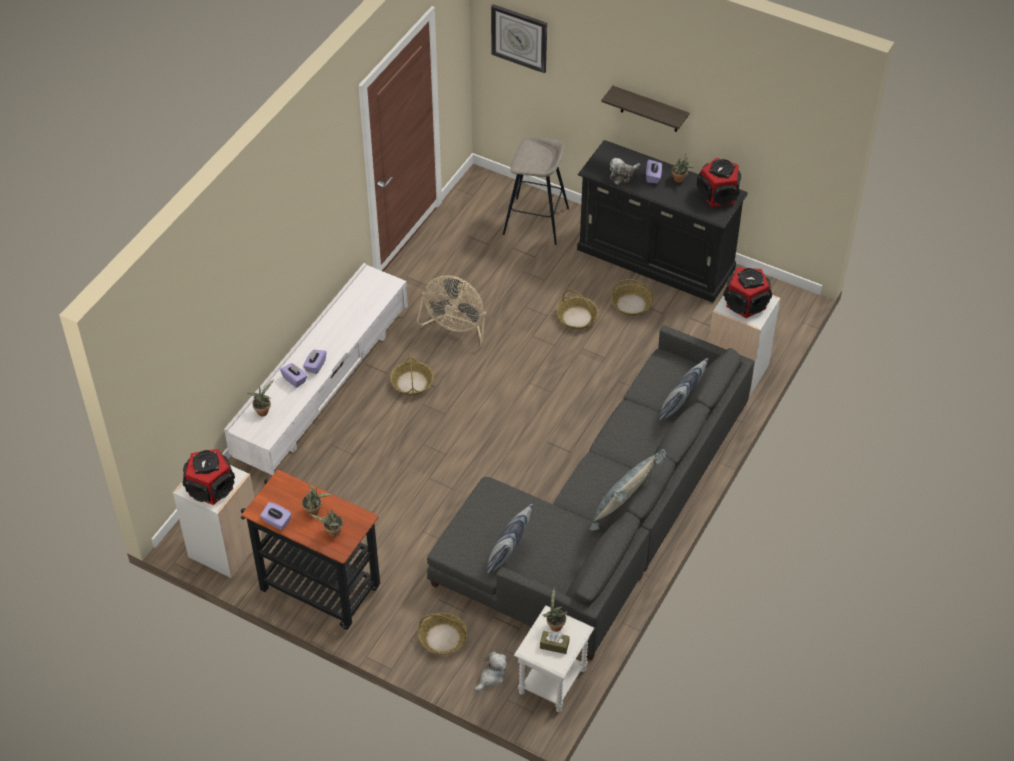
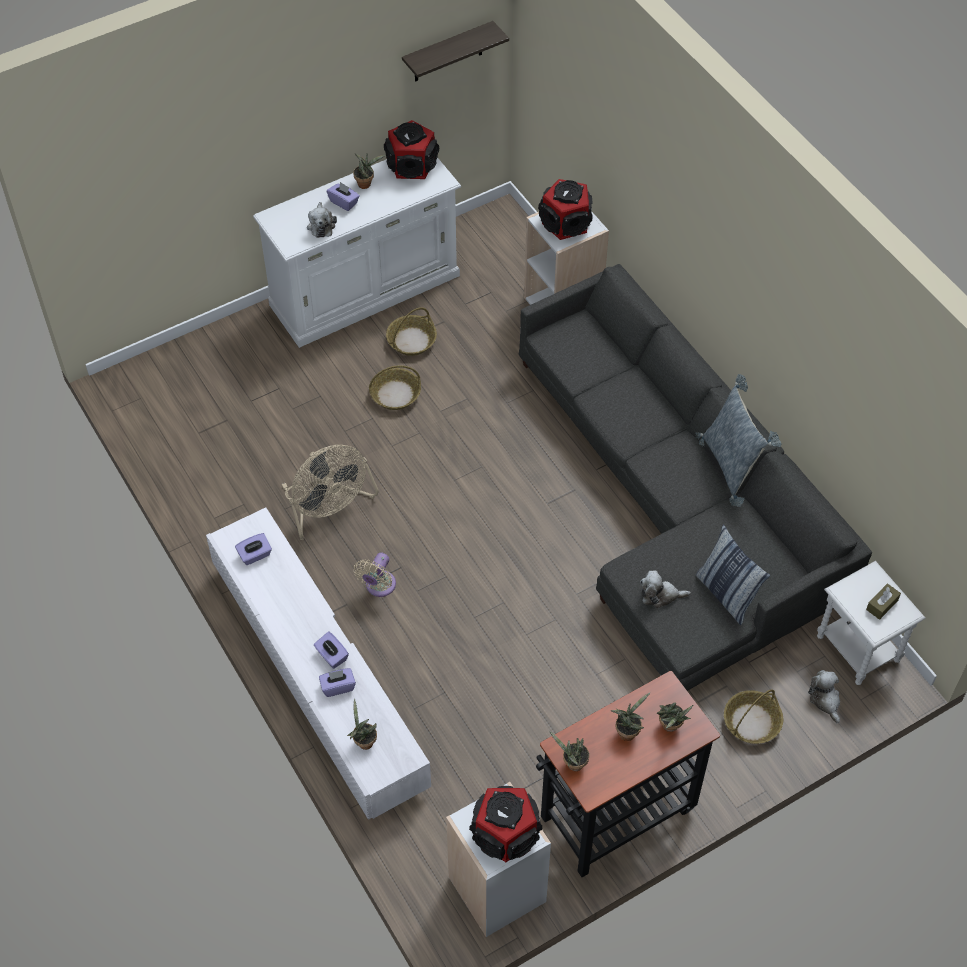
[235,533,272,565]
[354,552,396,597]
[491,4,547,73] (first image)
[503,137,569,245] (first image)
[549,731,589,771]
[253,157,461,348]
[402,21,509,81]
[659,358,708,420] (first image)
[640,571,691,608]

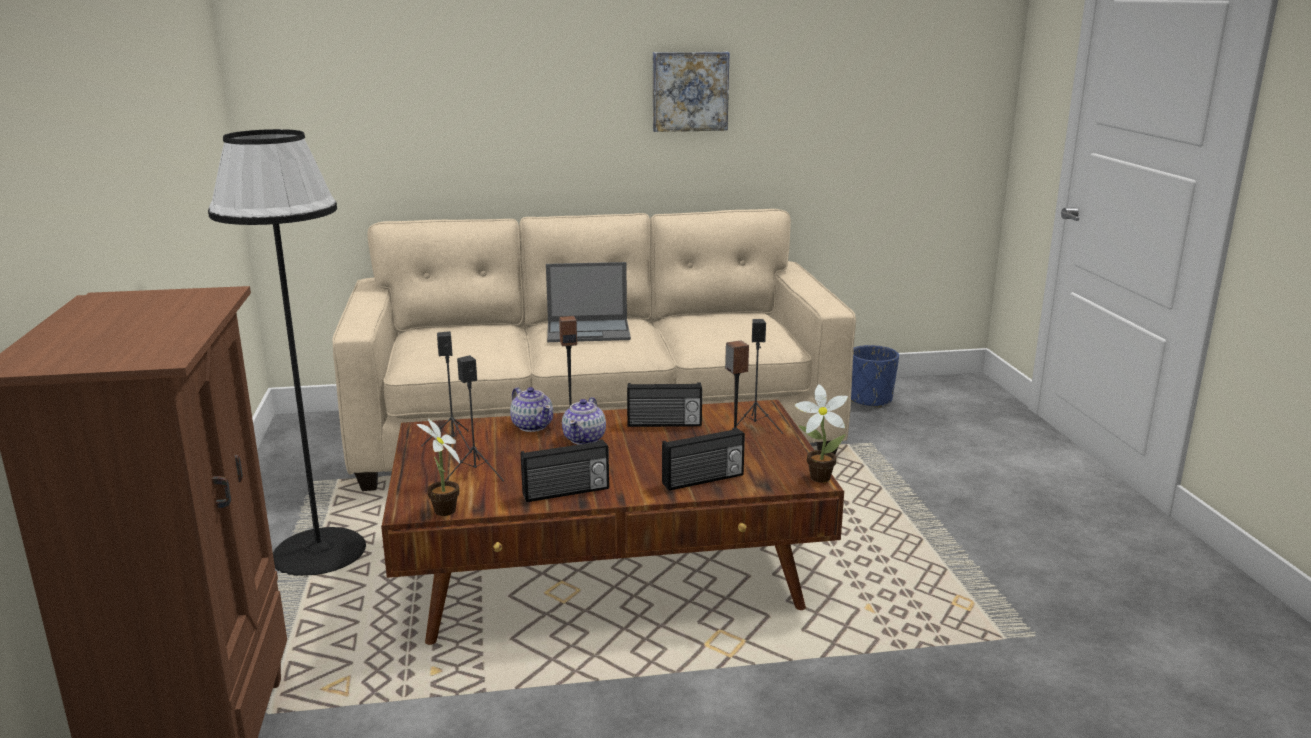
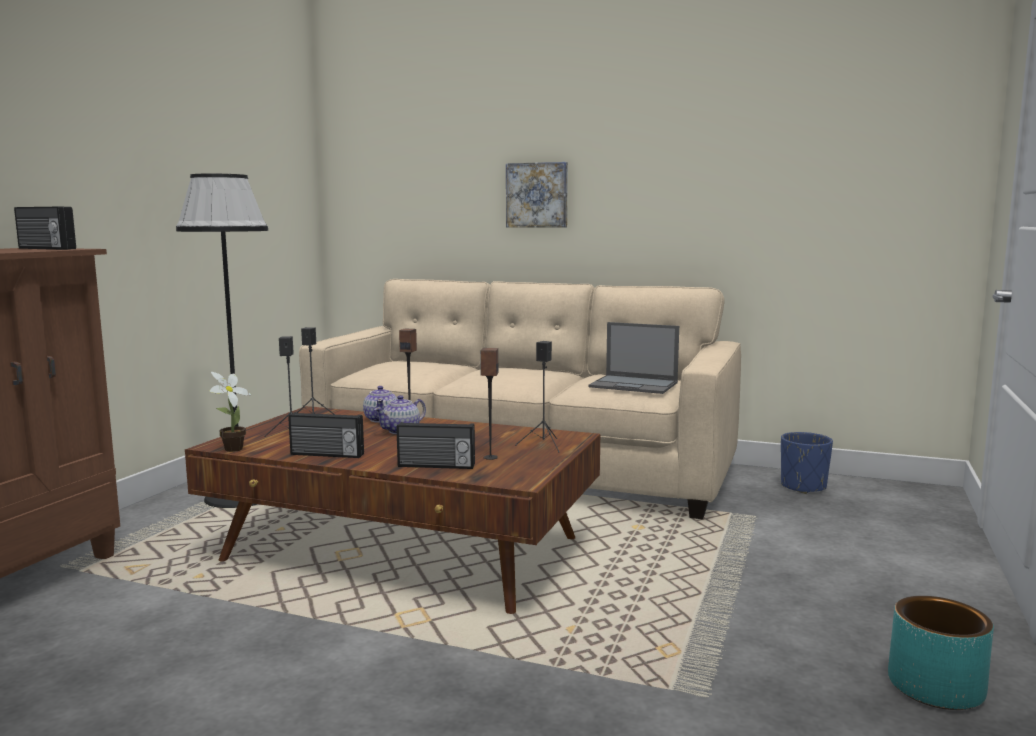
[589,322,679,394]
[14,207,76,250]
[506,162,568,227]
[795,384,848,483] (first image)
[888,596,994,710]

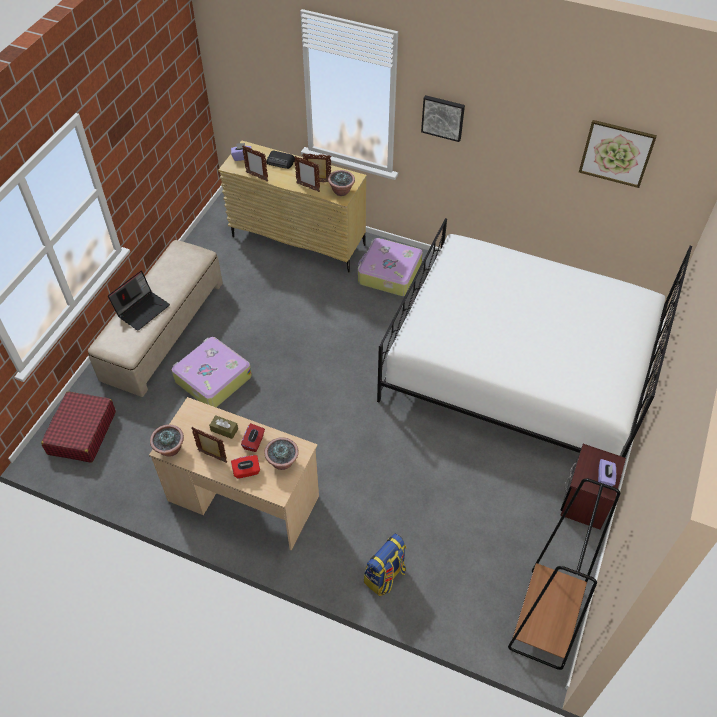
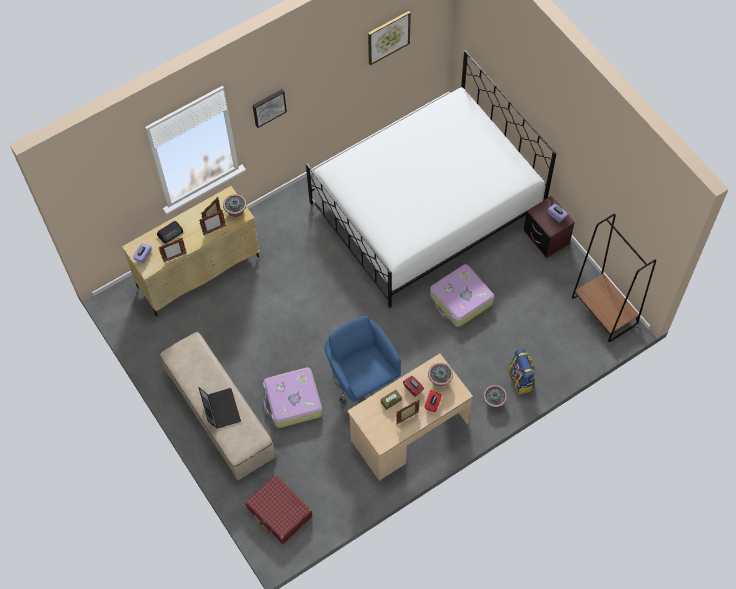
[483,385,507,407]
[430,264,494,327]
[325,316,401,403]

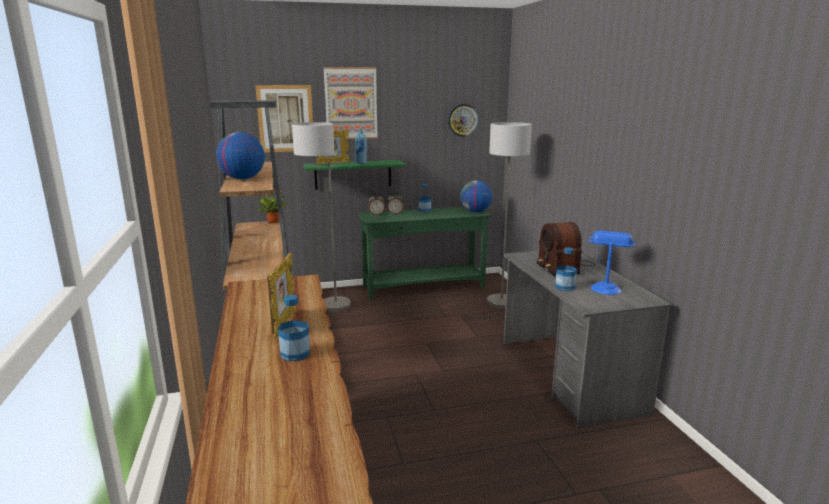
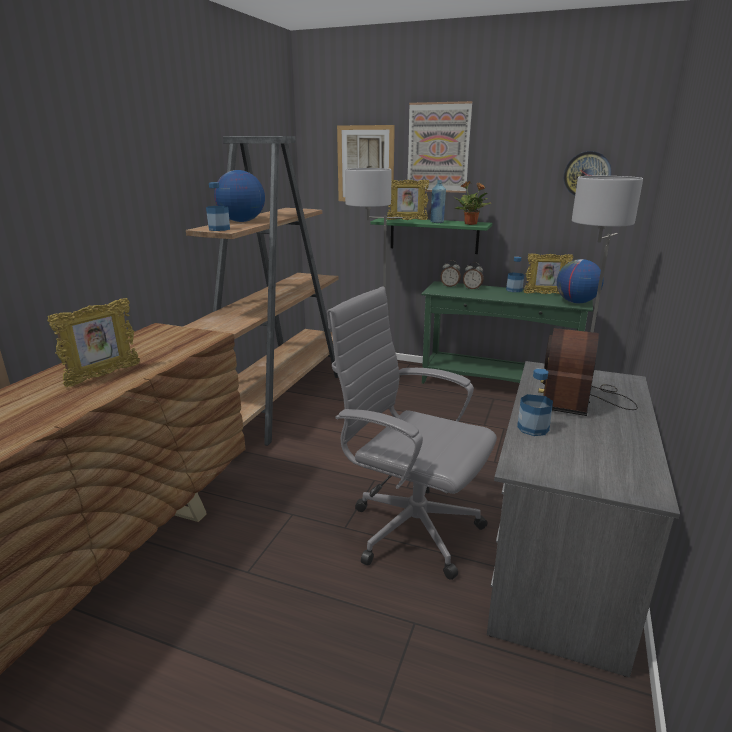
[454,181,491,225]
[206,182,230,231]
[589,231,636,295] (first image)
[327,286,497,580]
[524,253,573,294]

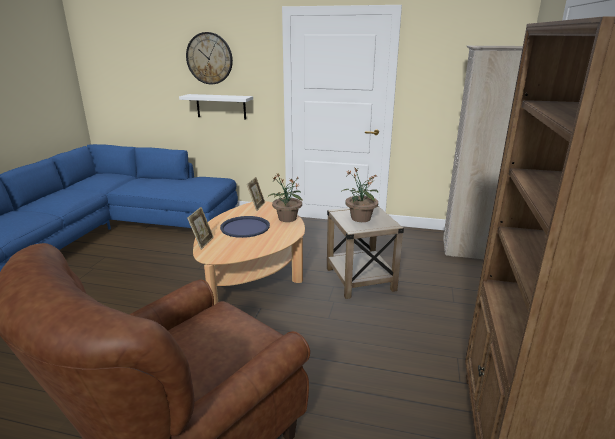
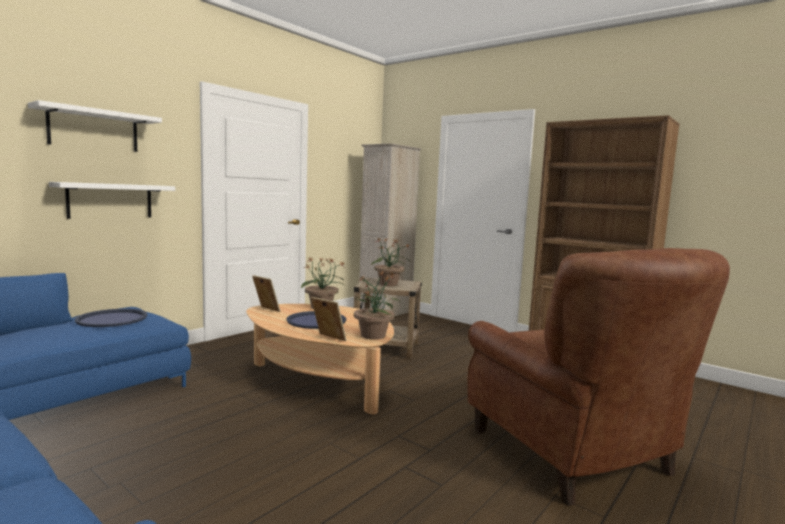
[28,100,162,152]
[75,309,147,327]
[354,271,401,340]

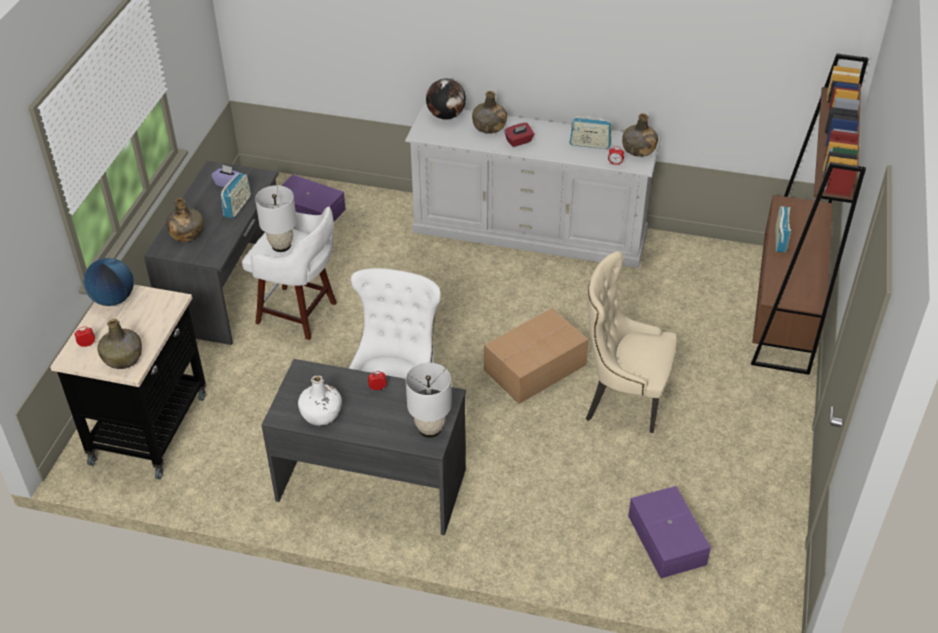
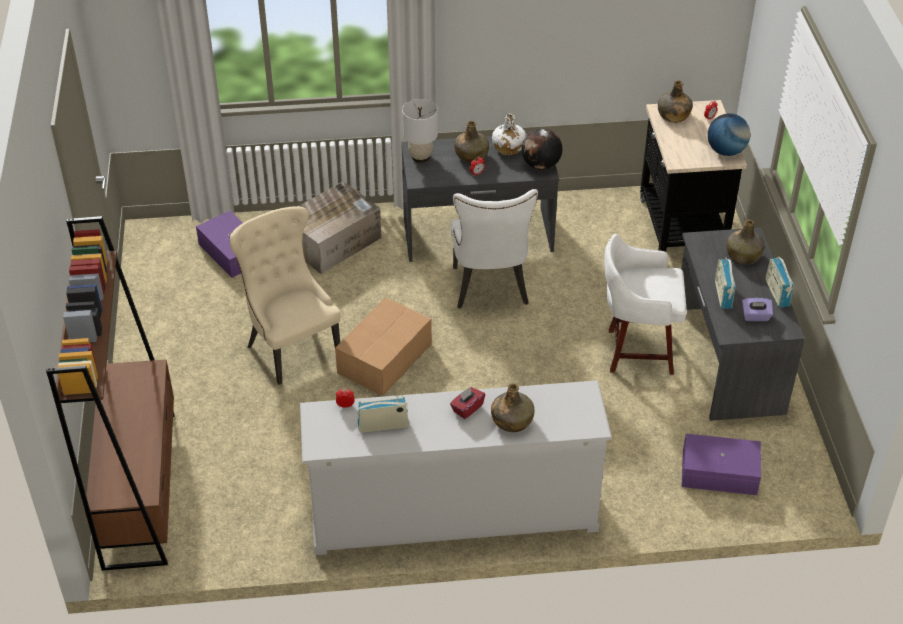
[255,185,297,252] (first image)
[522,129,562,170]
[229,206,340,385]
[454,121,489,163]
[765,256,794,308]
[298,182,382,274]

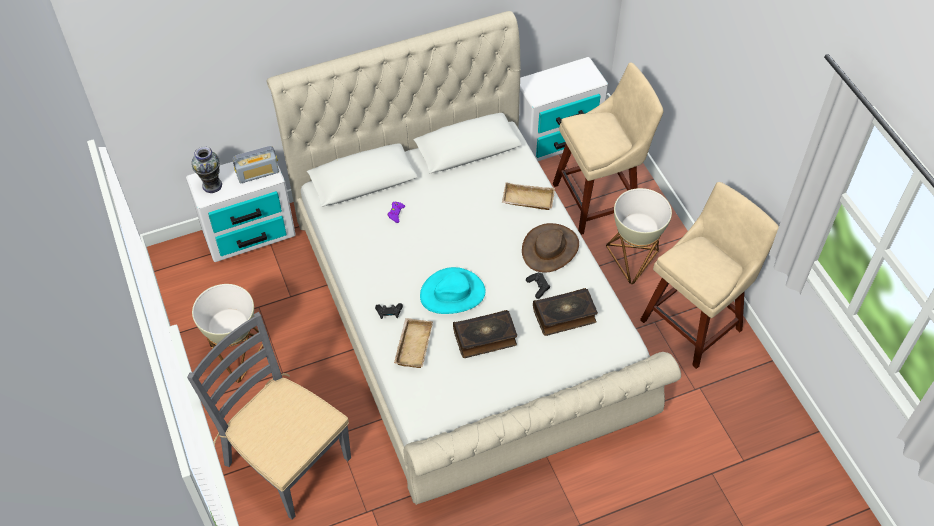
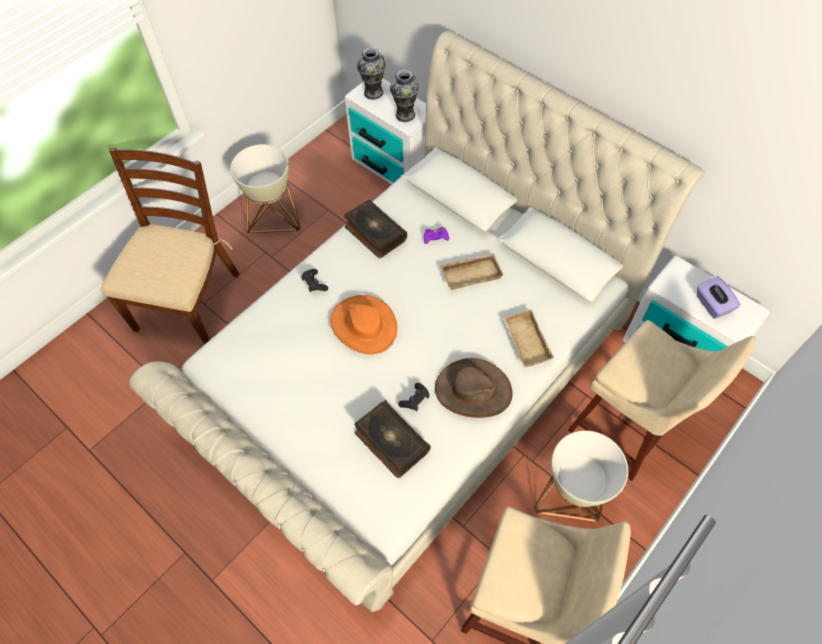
[100,147,240,345]
[390,70,419,122]
[440,253,504,290]
[330,295,398,354]
[344,199,407,258]
[697,276,740,319]

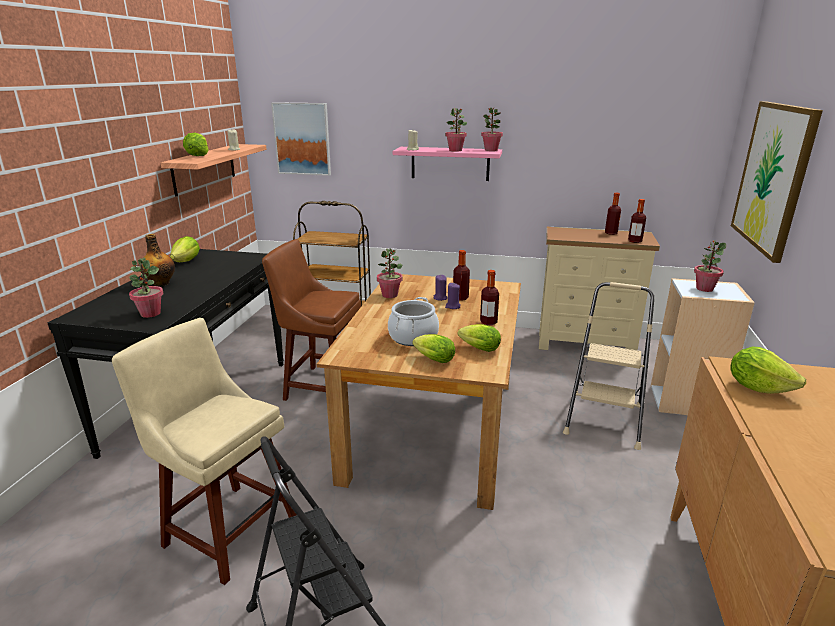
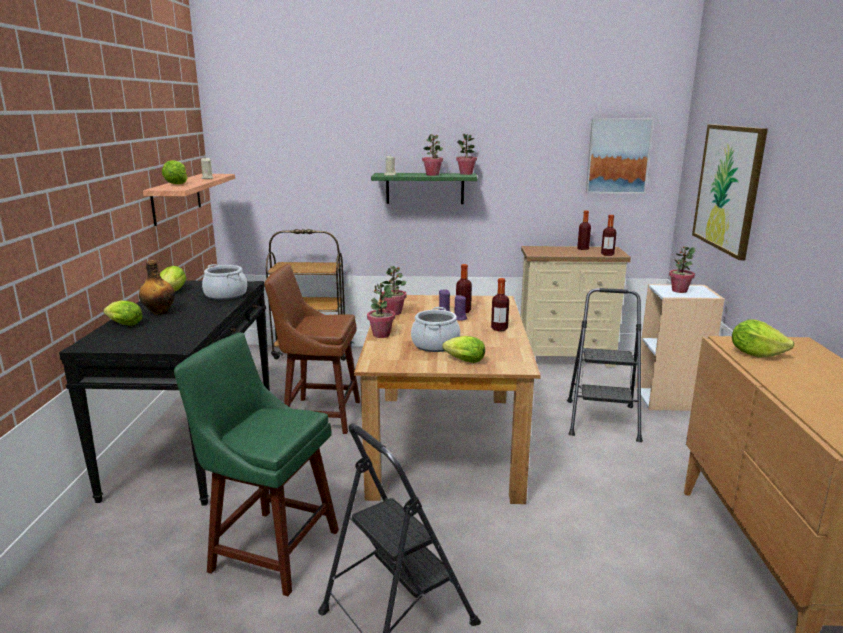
[174,332,339,596]
[367,283,395,338]
[586,119,654,194]
[371,173,477,204]
[103,300,143,326]
[567,288,643,442]
[202,264,247,300]

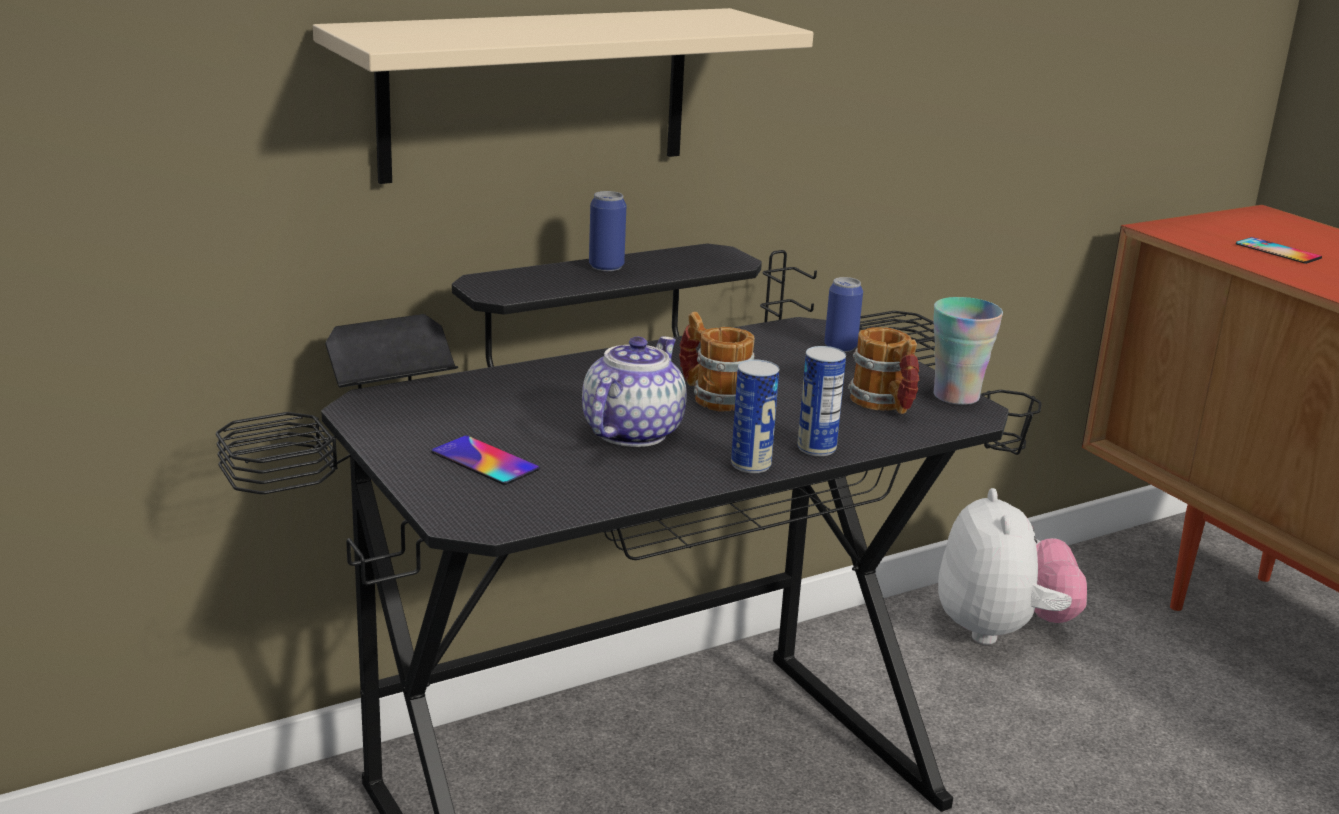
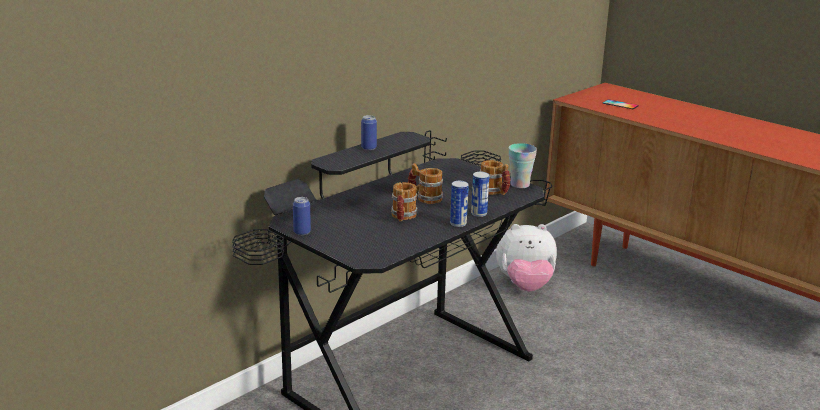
[313,8,814,184] (first image)
[431,436,540,485] (first image)
[391,182,418,222]
[293,197,311,235]
[496,224,557,291]

